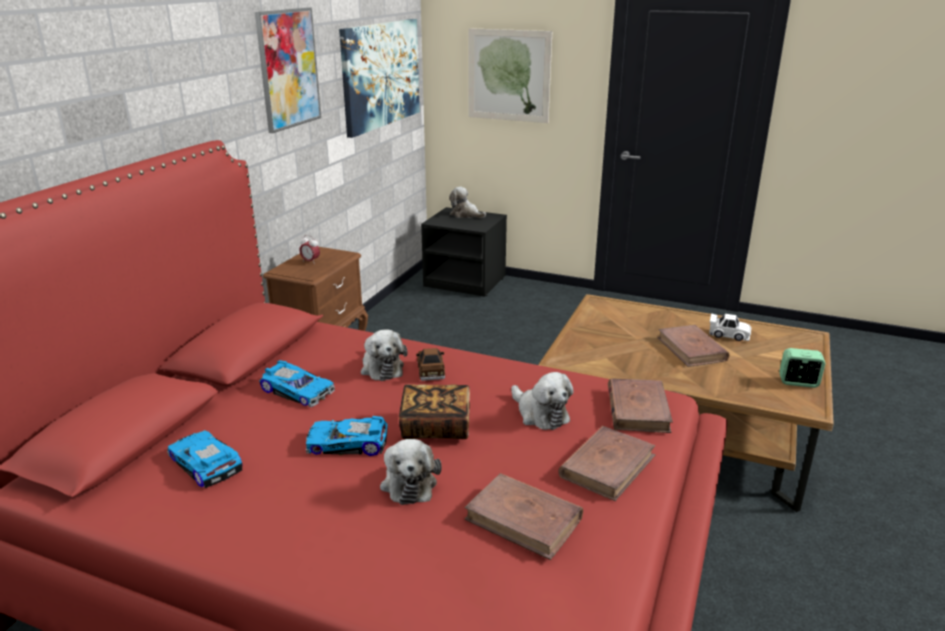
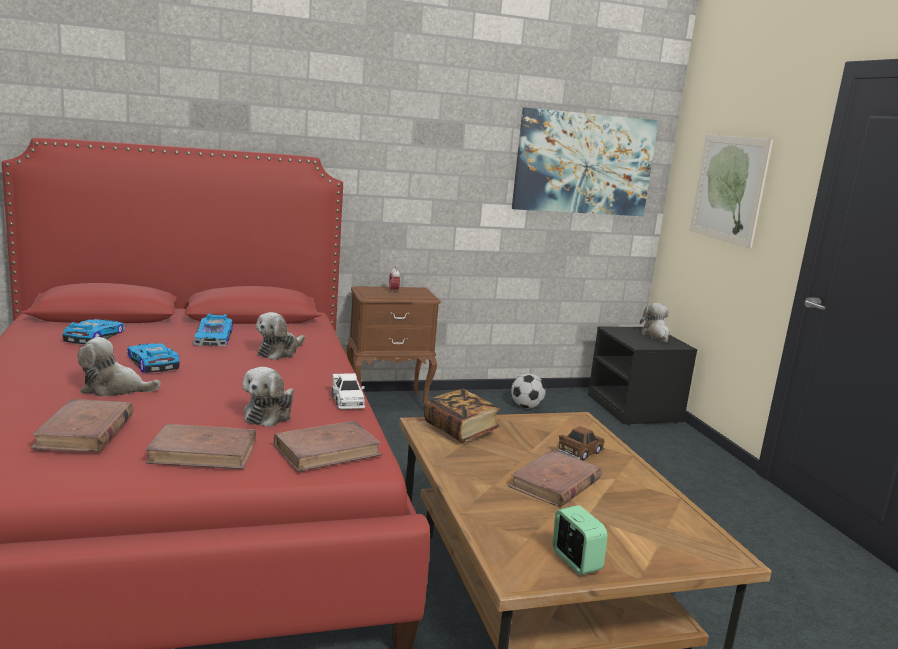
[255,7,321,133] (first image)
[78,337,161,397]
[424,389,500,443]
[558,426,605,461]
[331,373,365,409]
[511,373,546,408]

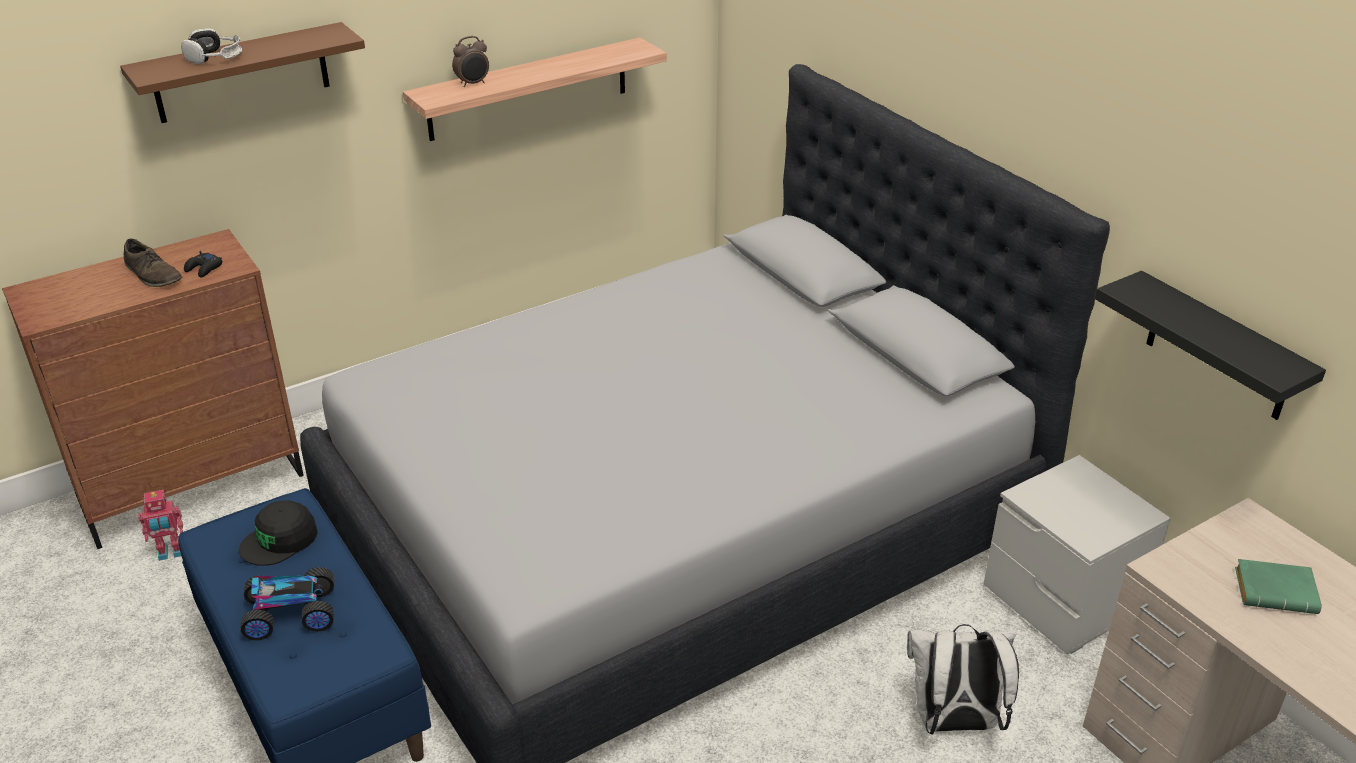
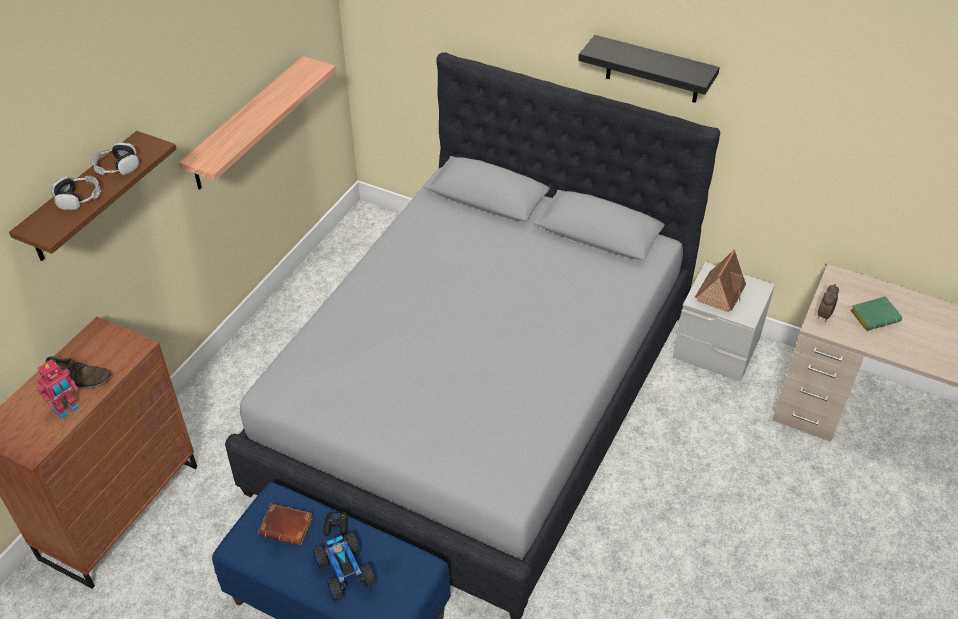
[37,360,80,420]
[324,512,348,536]
[258,503,313,545]
[313,532,376,602]
[818,284,839,322]
[907,624,1019,735] (first image)
[578,35,720,103]
[91,142,139,175]
[695,249,746,312]

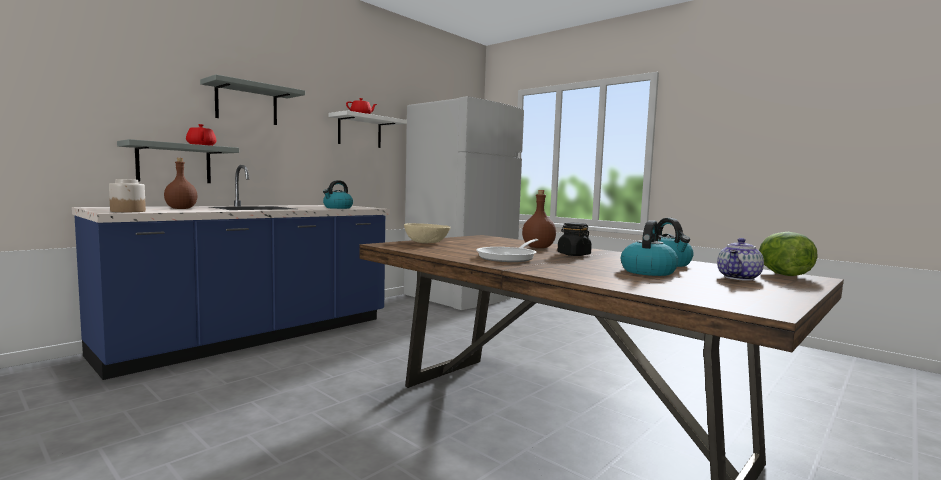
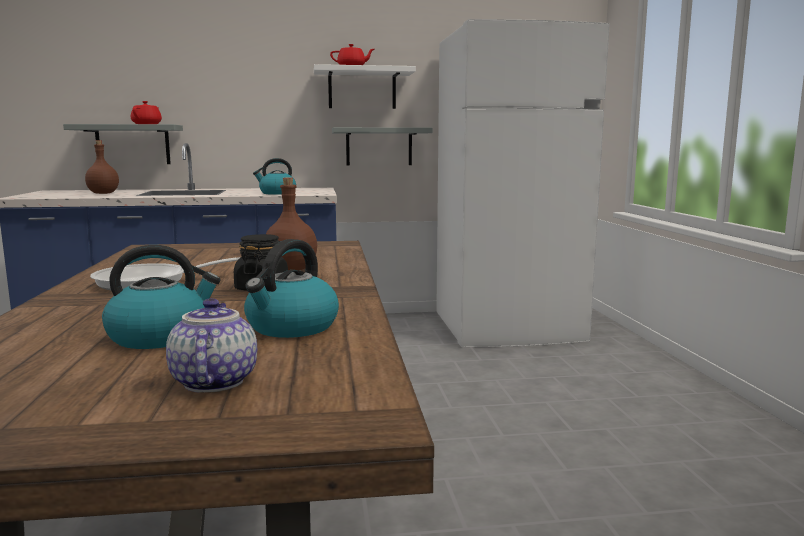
[109,179,146,212] (first image)
[332,127,432,166]
[404,223,451,243] (first image)
[166,298,257,393]
[759,232,818,276] (first image)

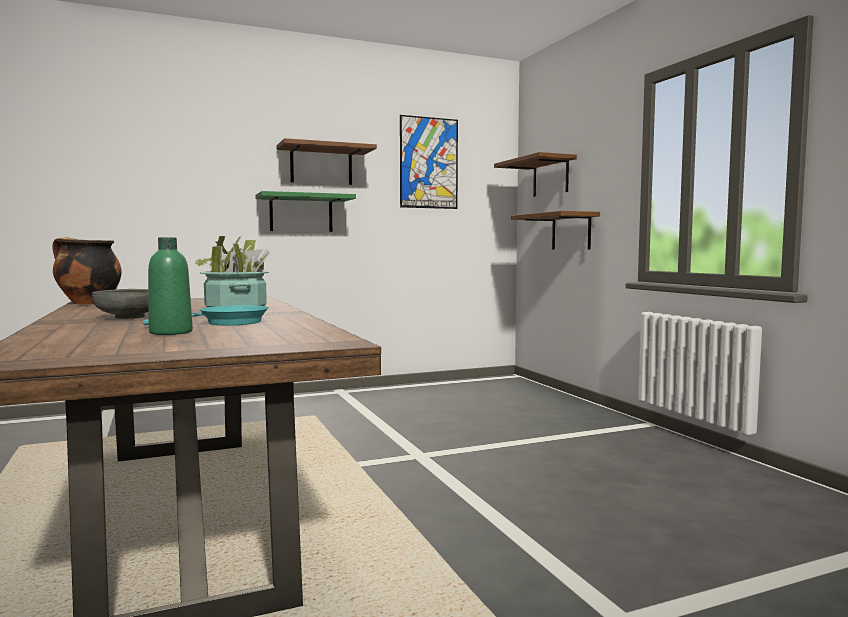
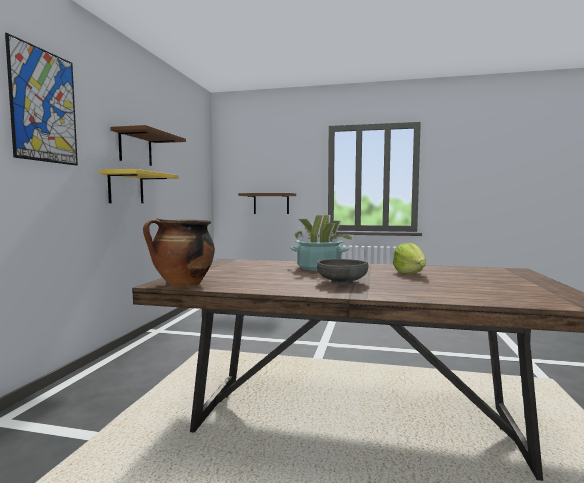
[393,243,426,274]
[148,237,193,335] (first image)
[99,169,179,203]
[5,33,78,166]
[494,152,577,197] (first image)

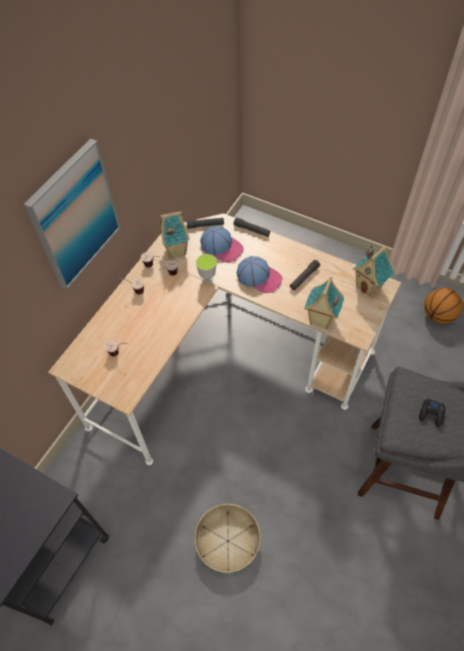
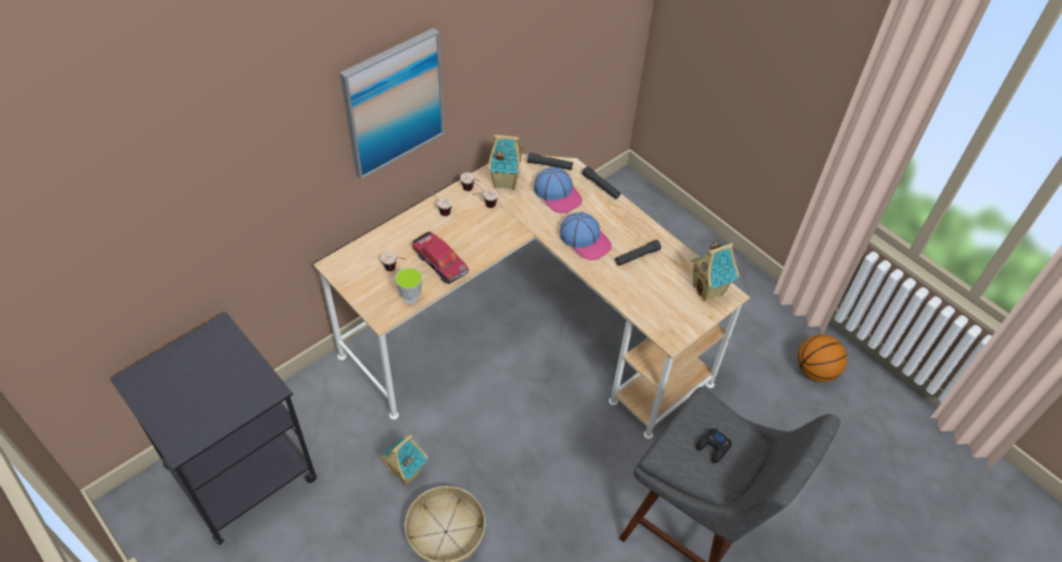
[395,267,422,305]
[380,434,428,486]
[412,231,469,284]

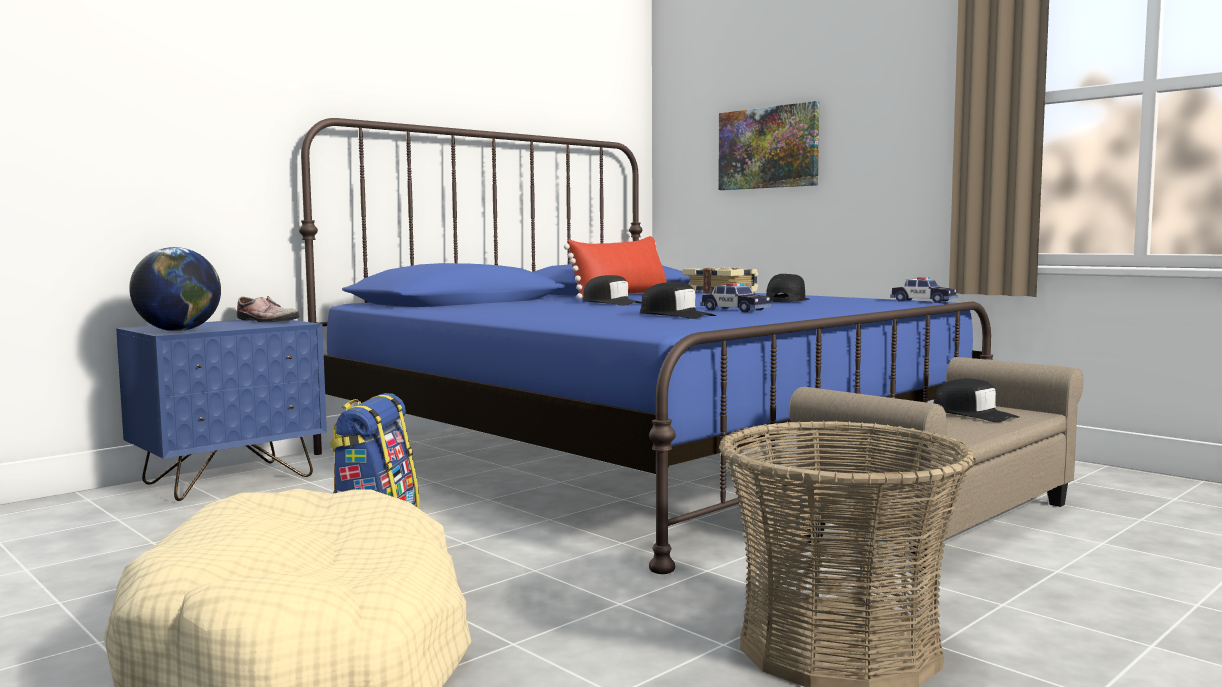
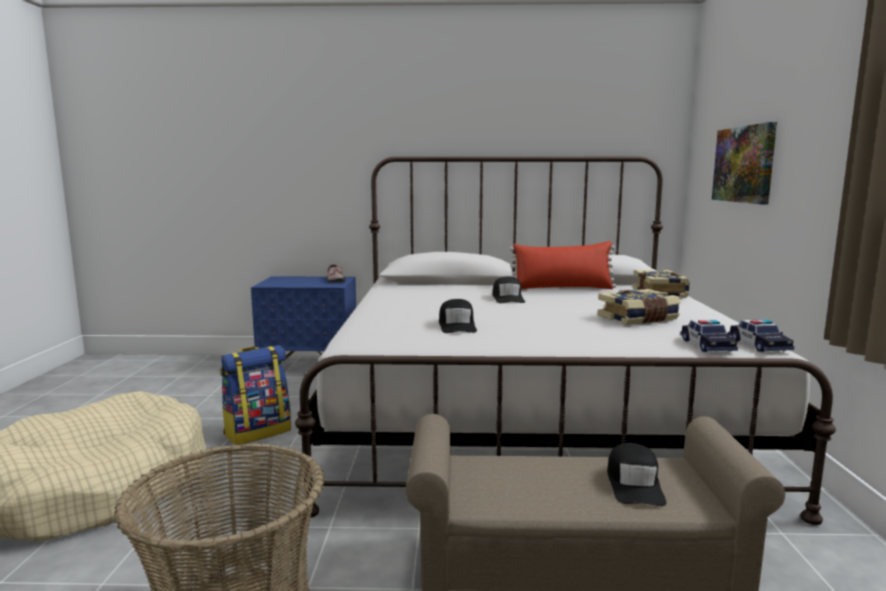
[129,247,221,331] (first image)
[295,157,836,525]
[680,320,738,352]
[597,289,681,325]

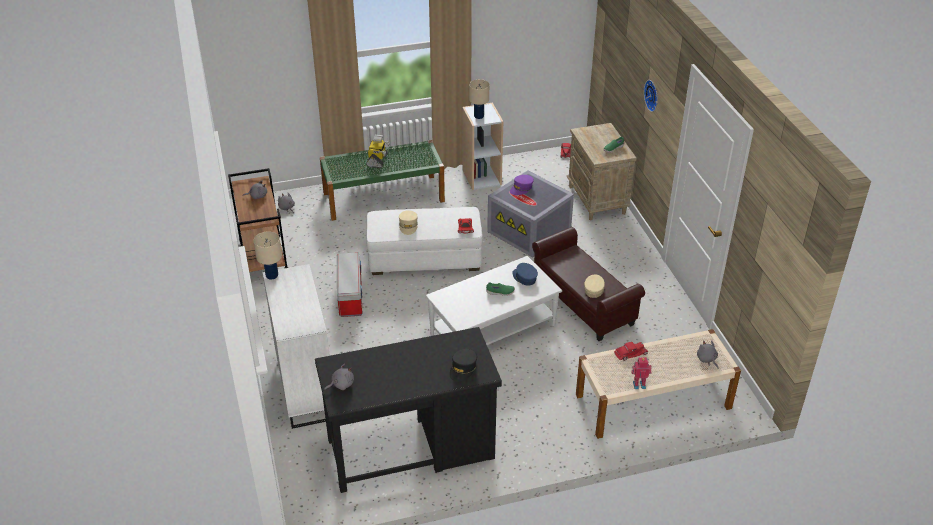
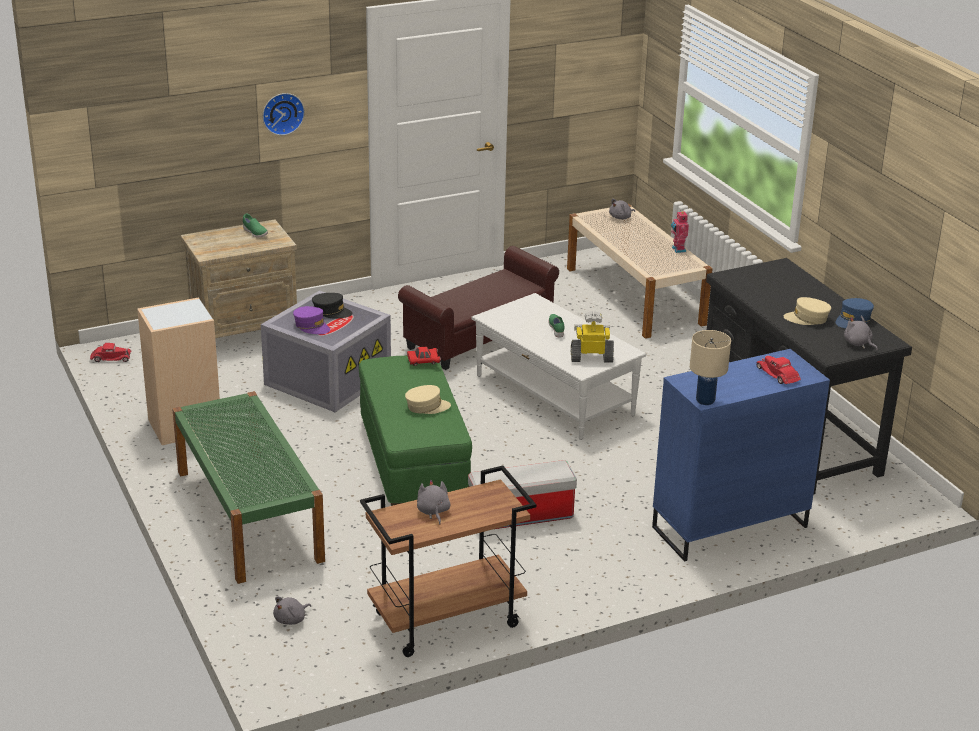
[652,349,830,562]
[571,311,614,363]
[359,355,472,506]
[312,293,353,318]
[469,79,489,119] (first image)
[835,298,874,328]
[784,297,831,325]
[756,356,801,384]

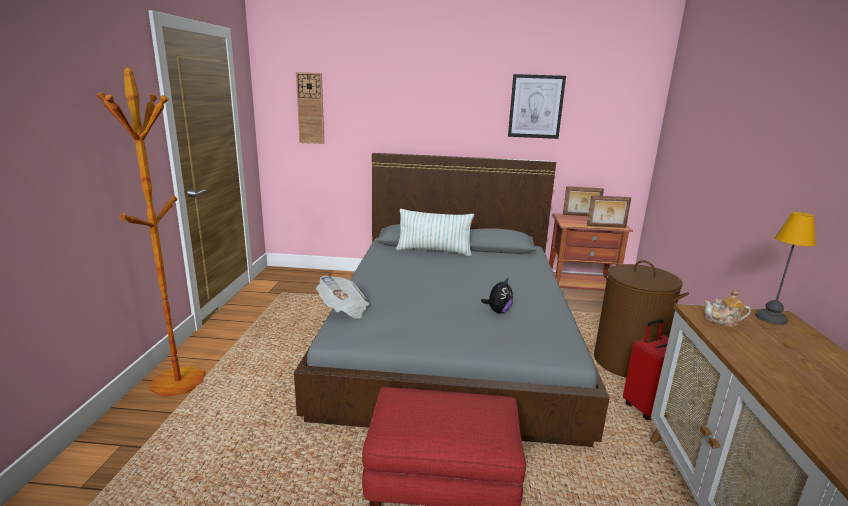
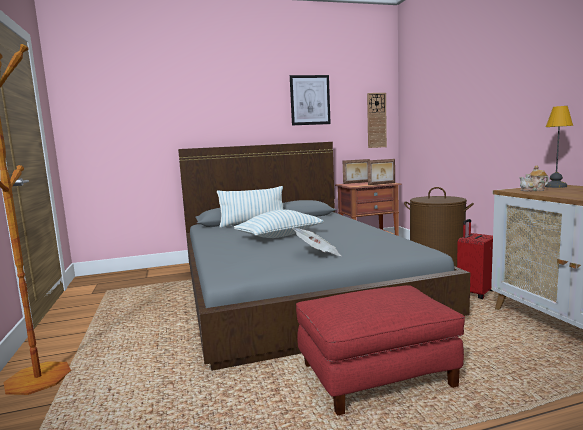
[367,93,387,148]
[292,227,341,256]
[481,277,513,313] (first image)
[234,210,324,238]

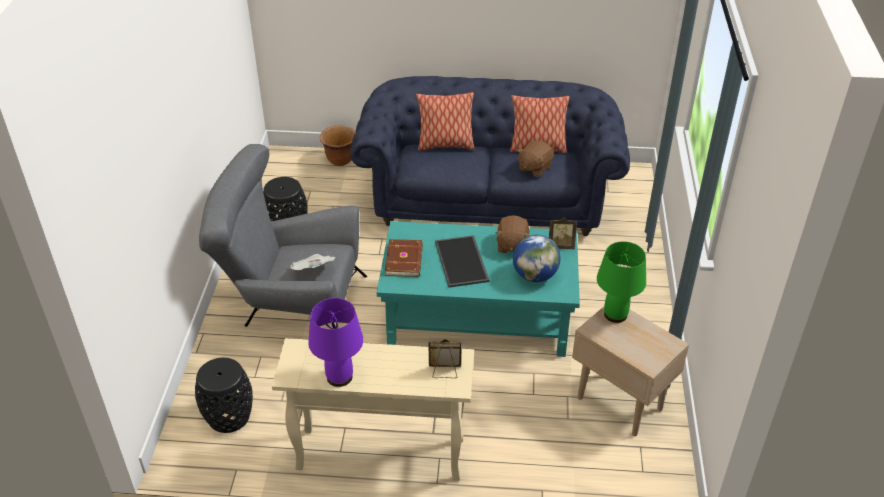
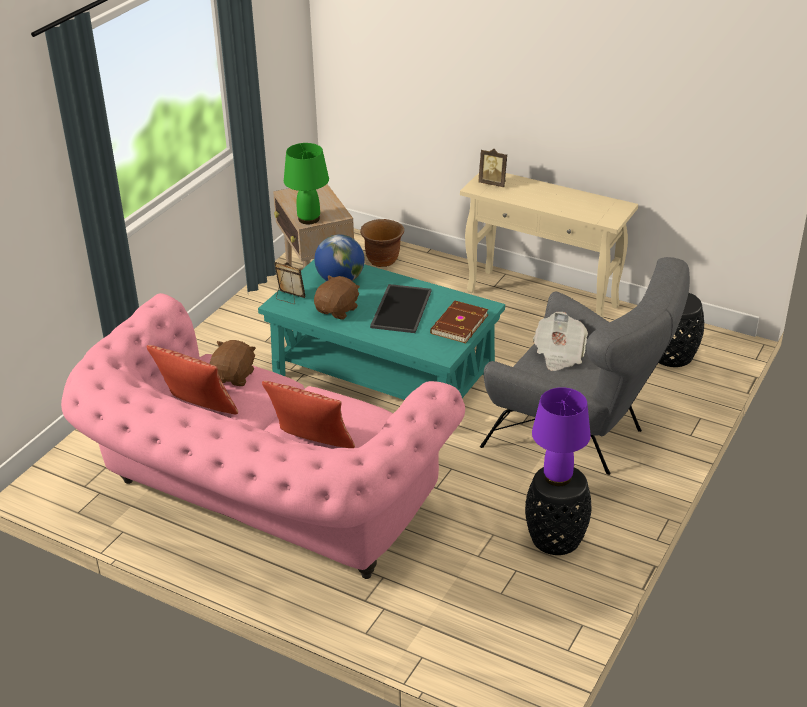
[532,387,591,486]
[360,219,404,267]
[61,293,465,579]
[210,340,256,386]

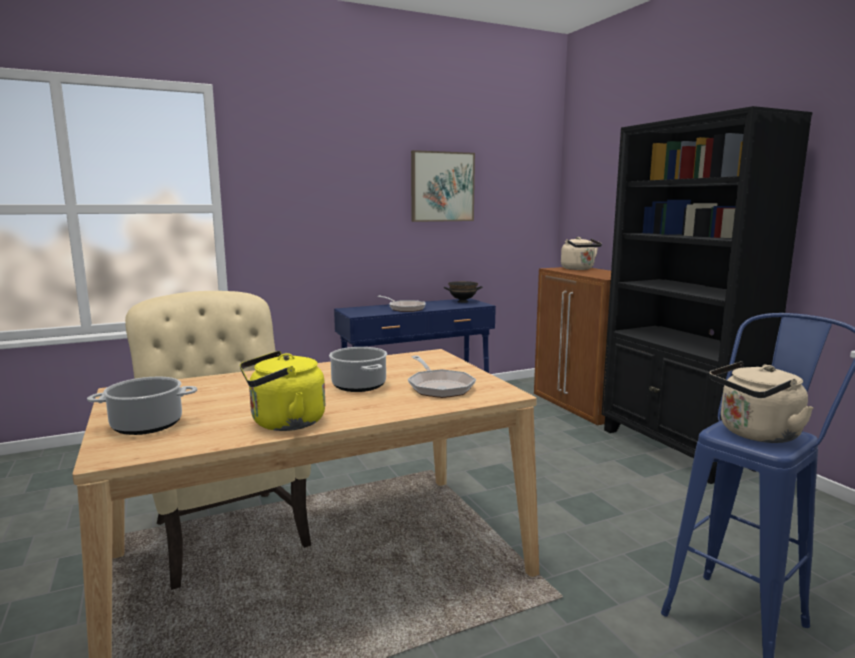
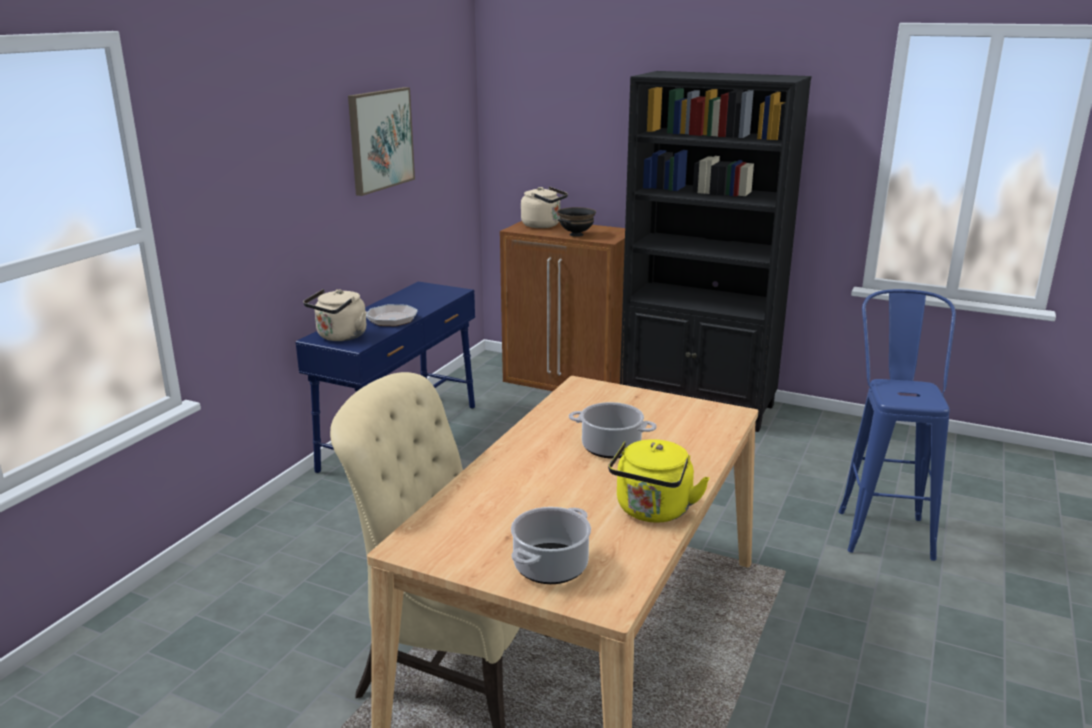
[408,355,476,398] (first image)
[558,207,596,237]
[303,289,366,341]

